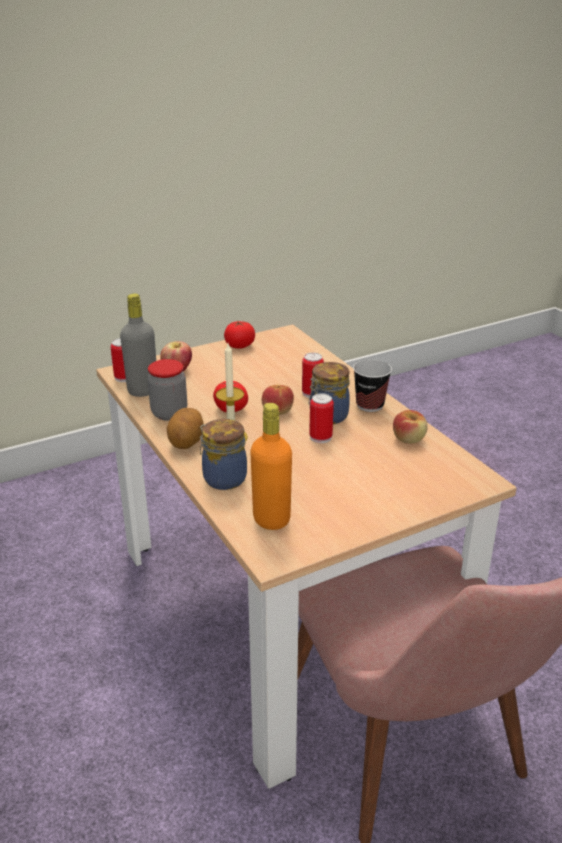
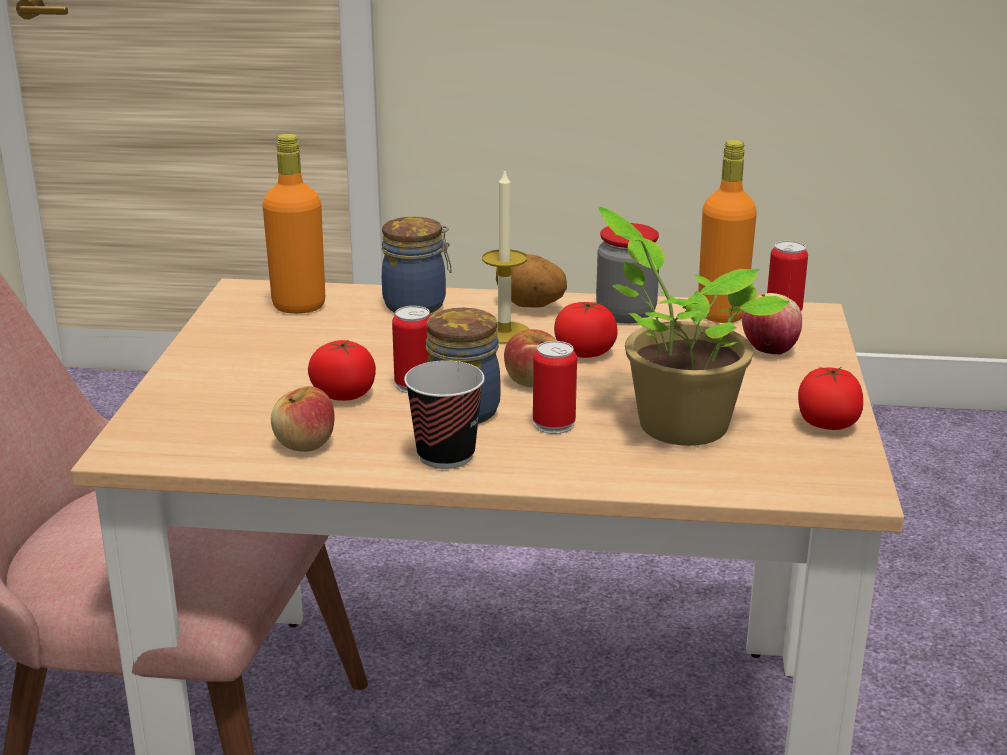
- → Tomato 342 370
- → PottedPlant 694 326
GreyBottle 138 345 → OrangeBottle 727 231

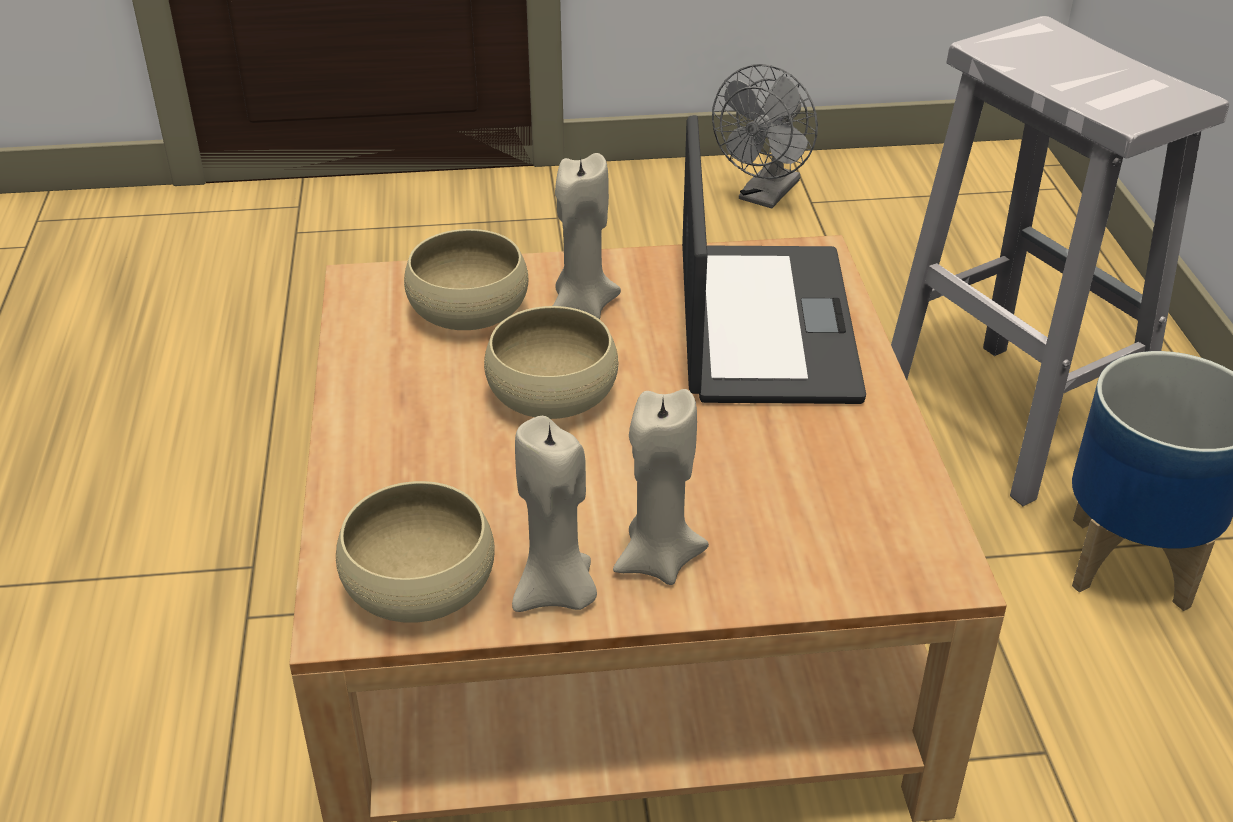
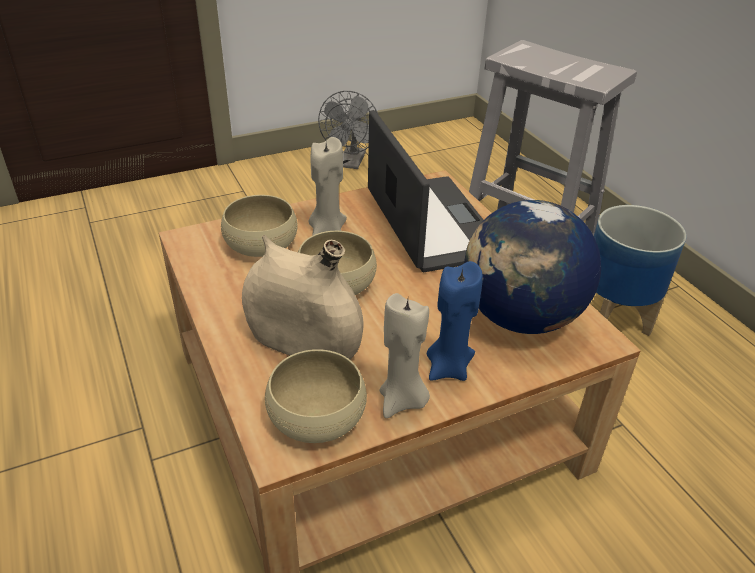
- → BeigeVase 303 297
BeigeCandle 661 487 → BlueCandle 455 321
- → Globe 532 267

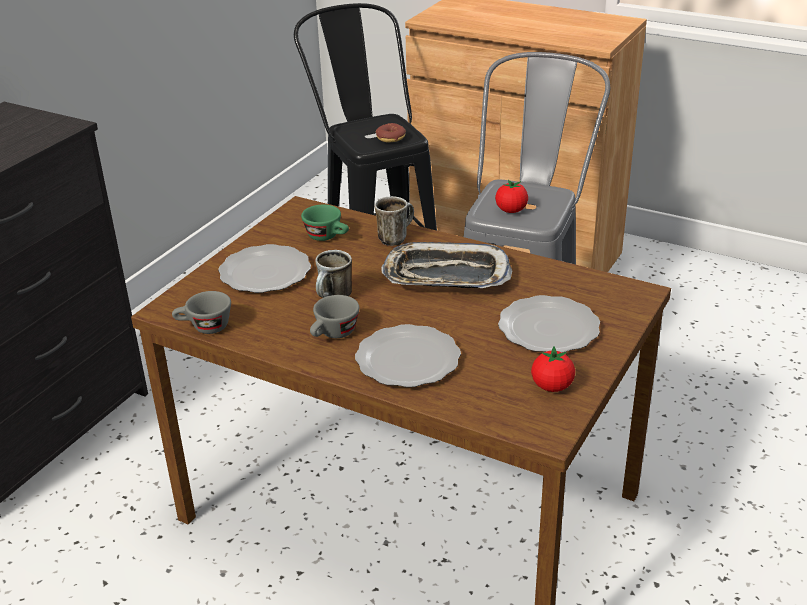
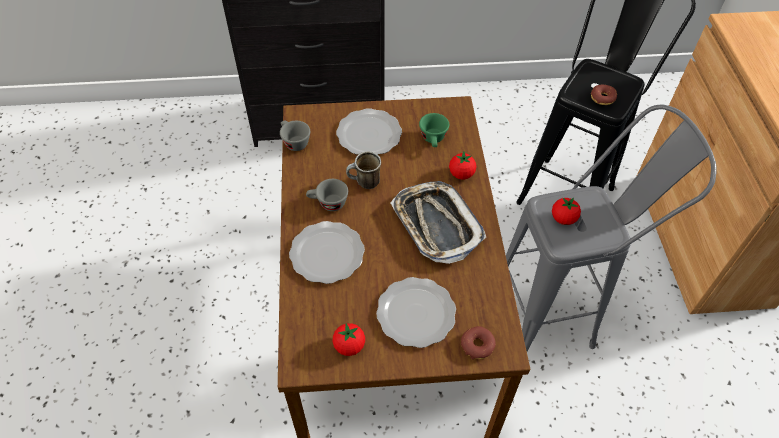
Mug 394 221 → Tomato 462 166
- → Donut 478 343

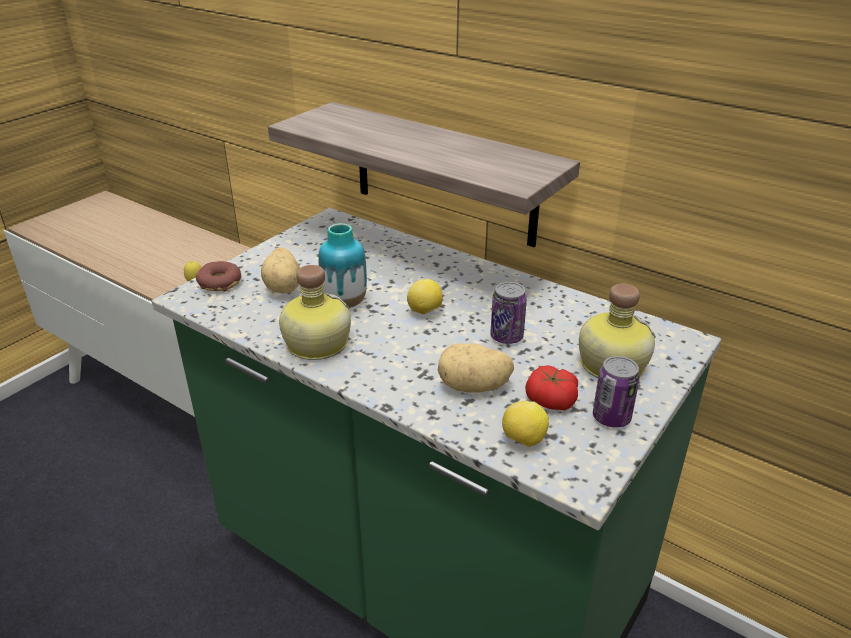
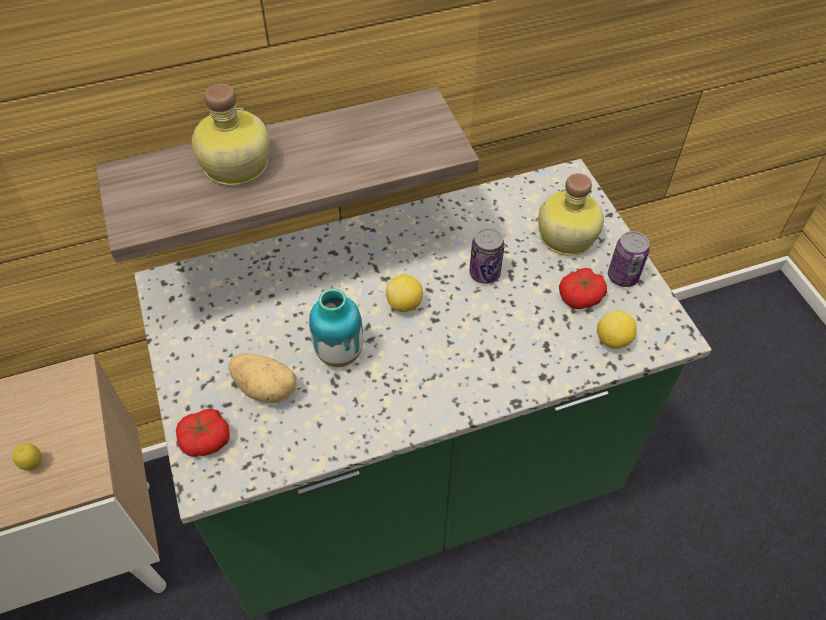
Donut 218 276 → Tomato 203 433
Bottle 315 312 → Bottle 231 134, move
Potato 476 368 → -

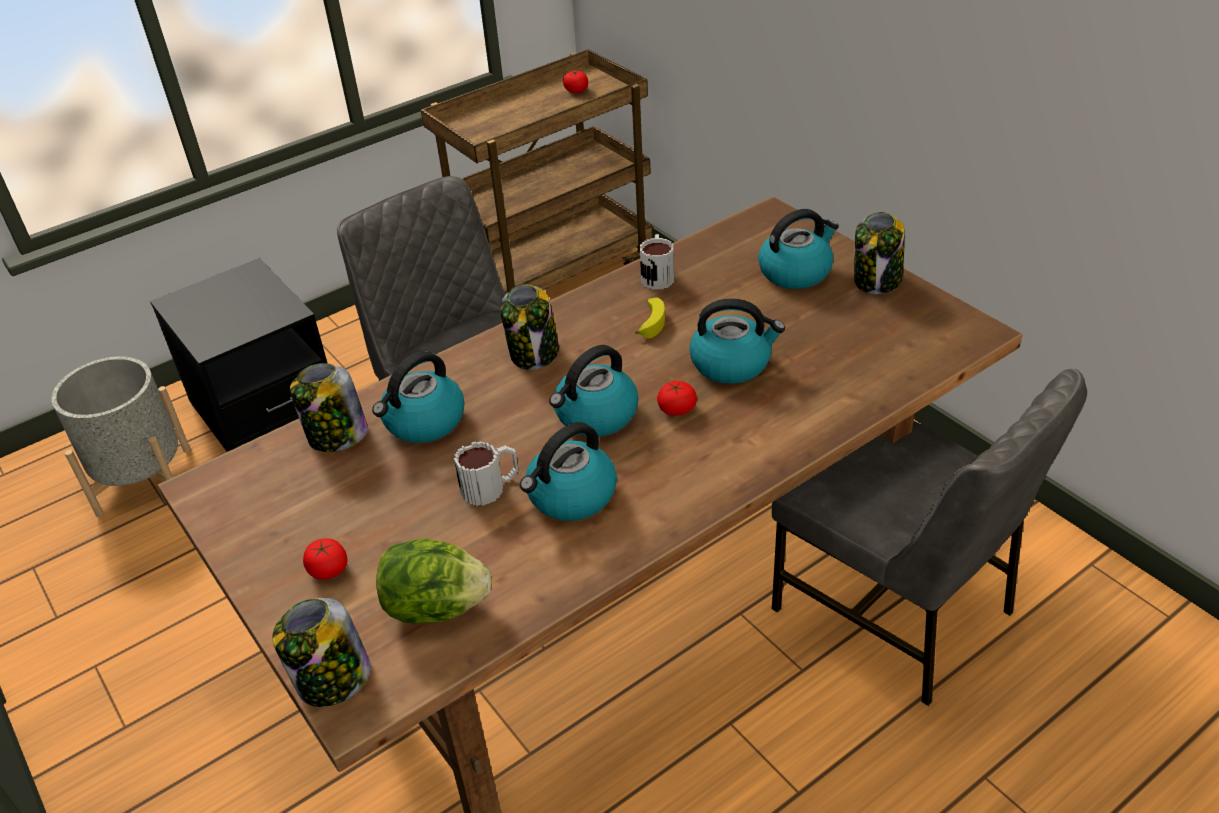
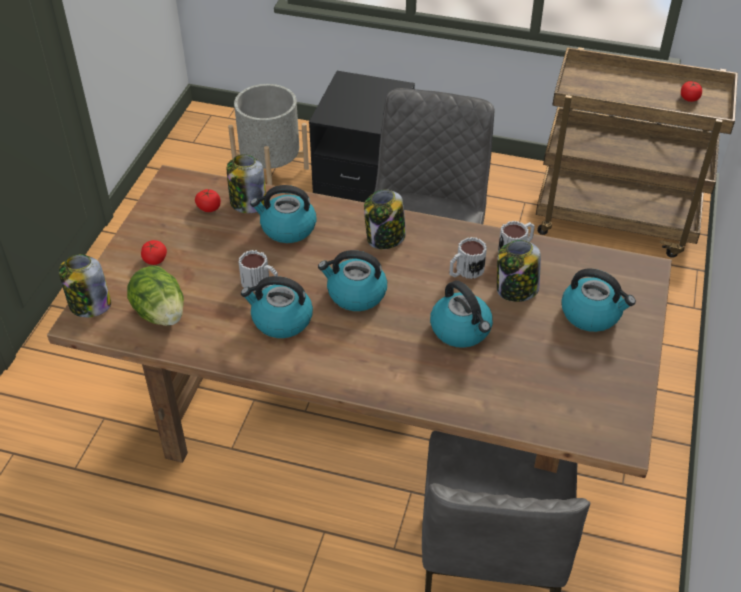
Tomato 677 398 → Tomato 208 200, move
Banana 650 318 → Mug 468 258
Jar 879 253 → Jar 519 271, move

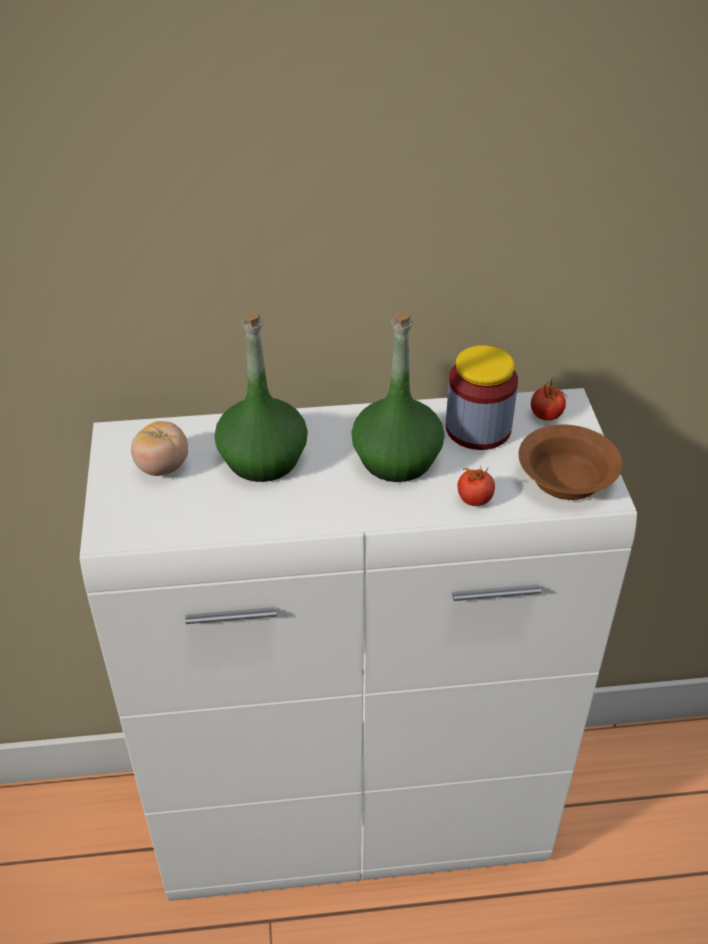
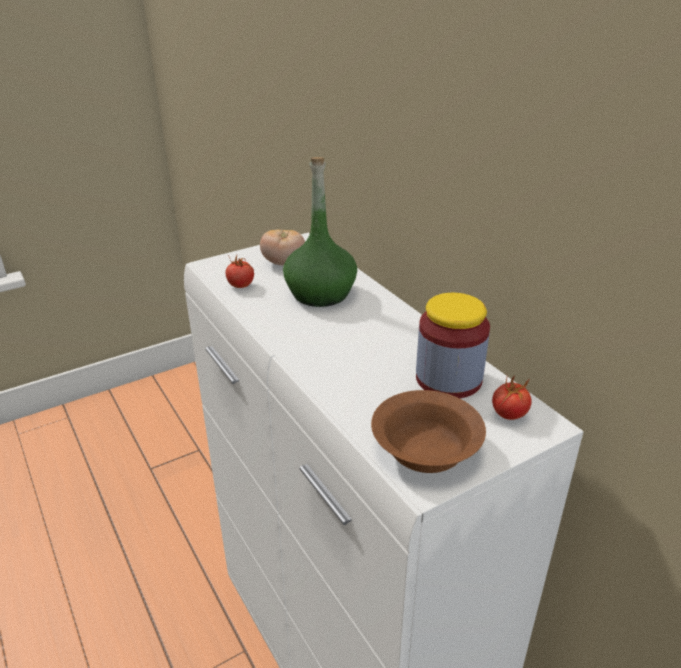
Tomato 476 486 → Tomato 240 271, move
GreenBottle 398 397 → -

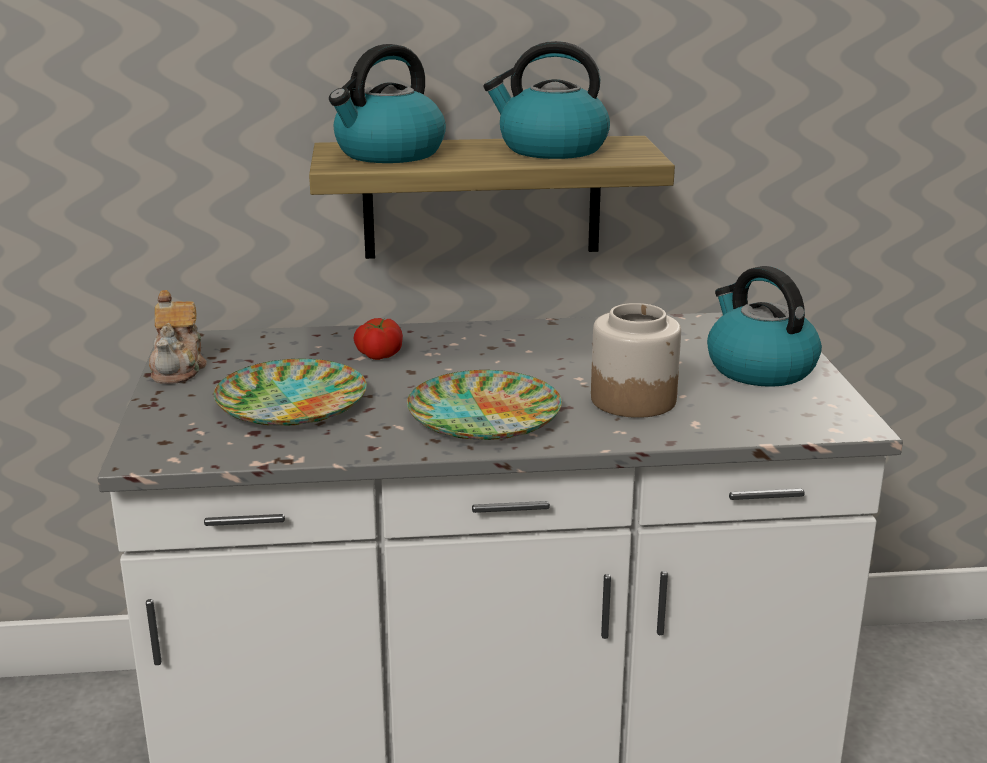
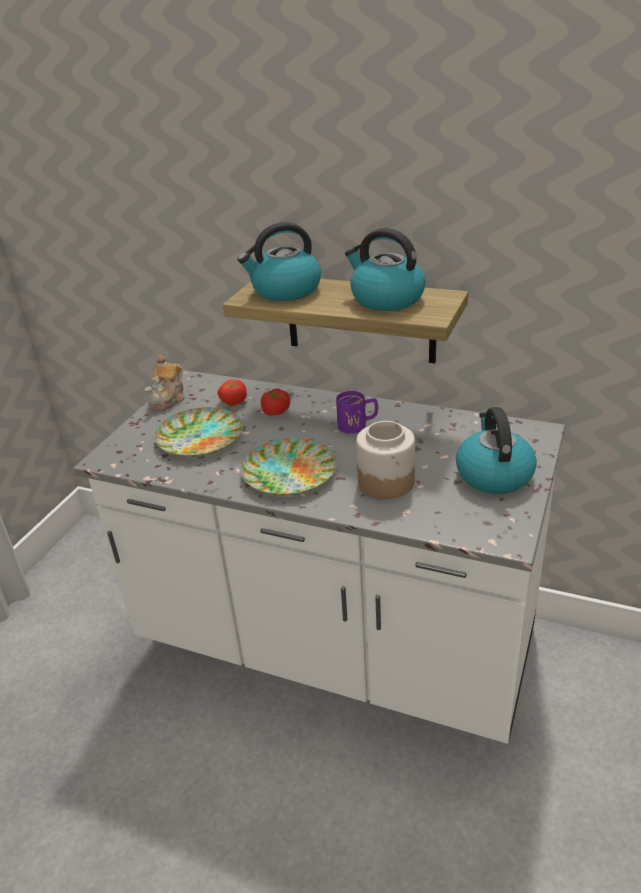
- → Tomato 232 392
- → PurpleMug 357 412

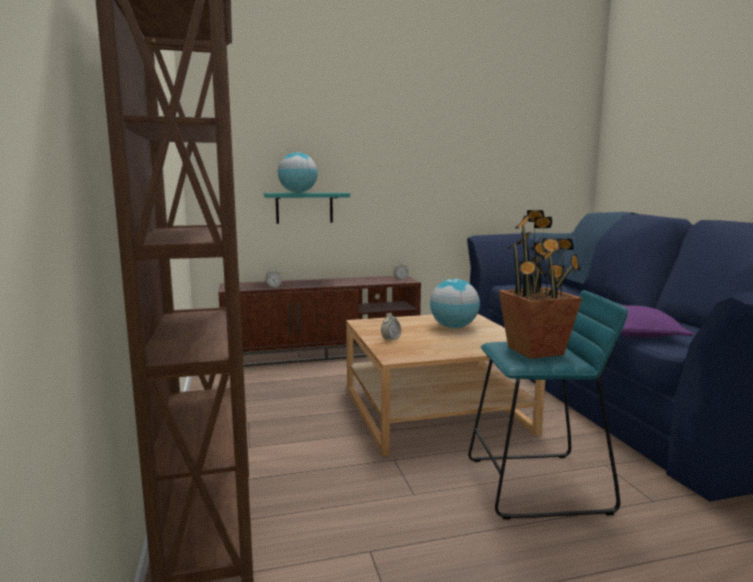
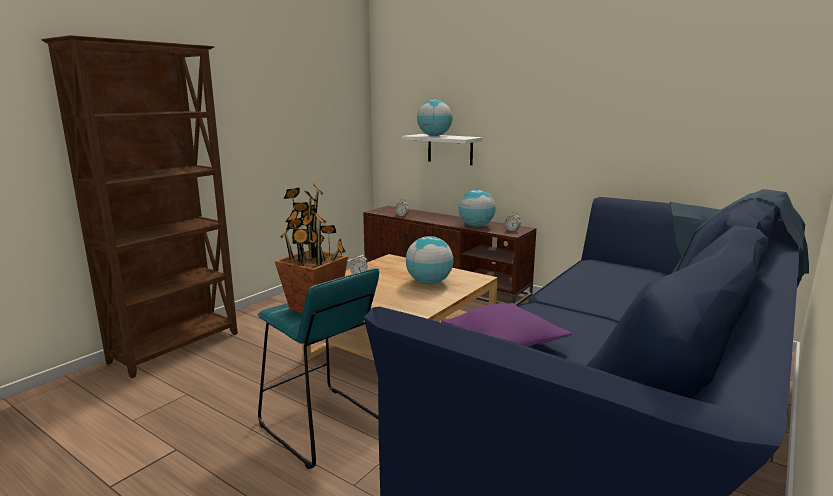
TurquoiseShelf 307 208 → WhiteShelf 442 149
- → Globe 477 208

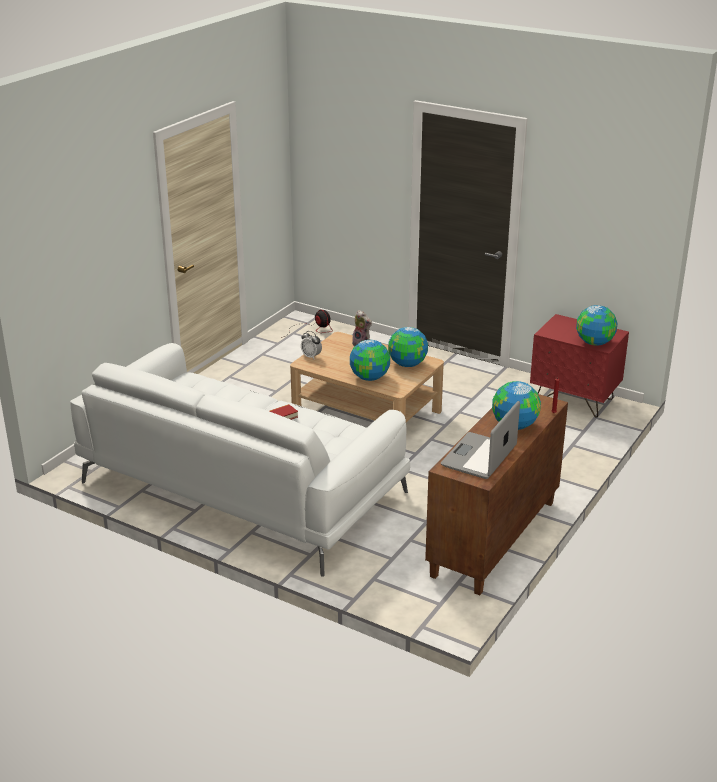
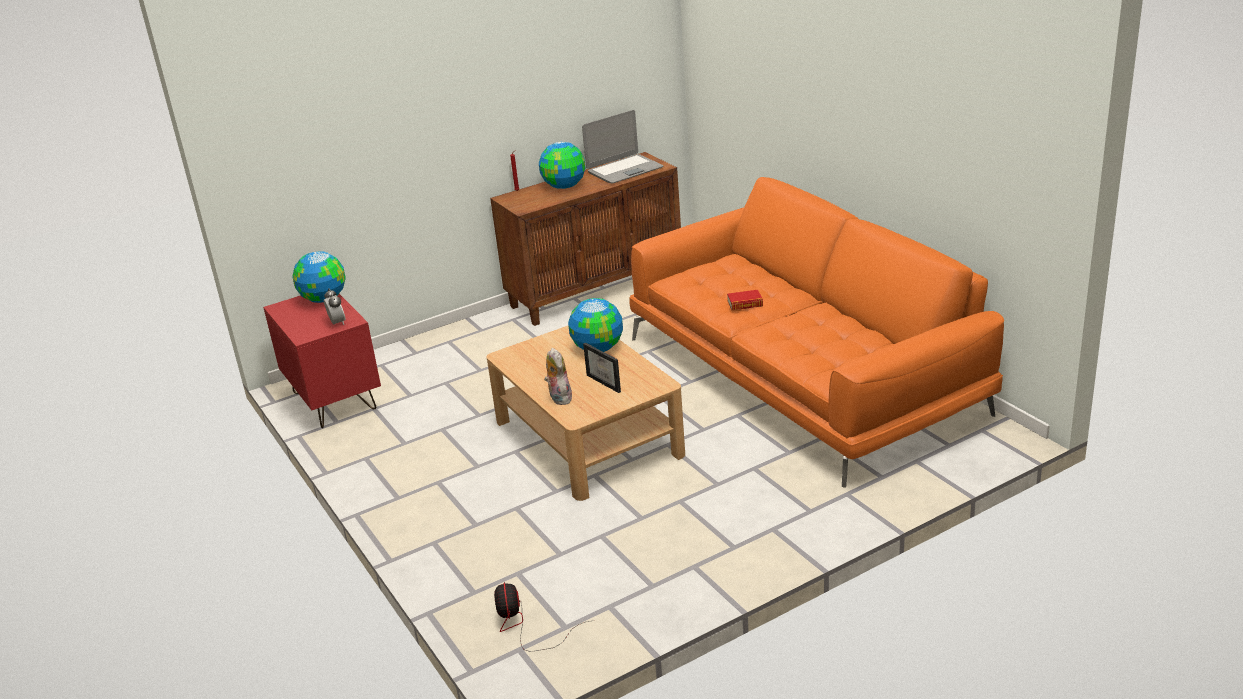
AlarmClock 311 345 → AlarmClock 334 306, move
- → PictureFrame 602 368
WhiteSofa 240 459 → OrangeSofa 816 332
Globe 408 347 → -

